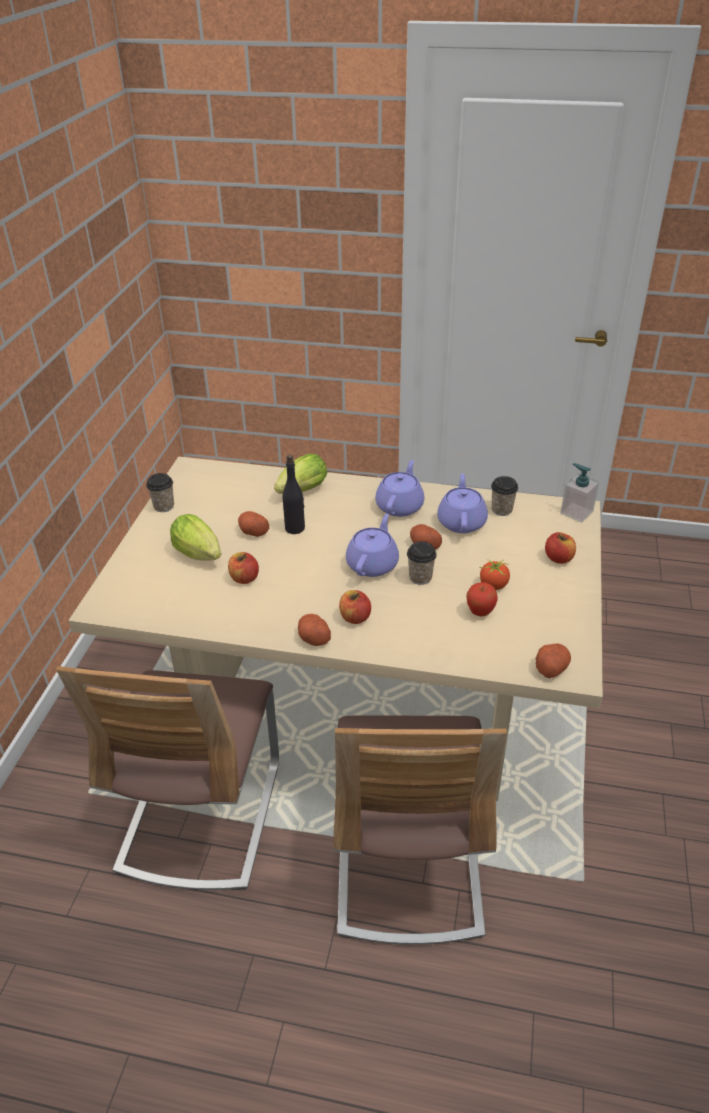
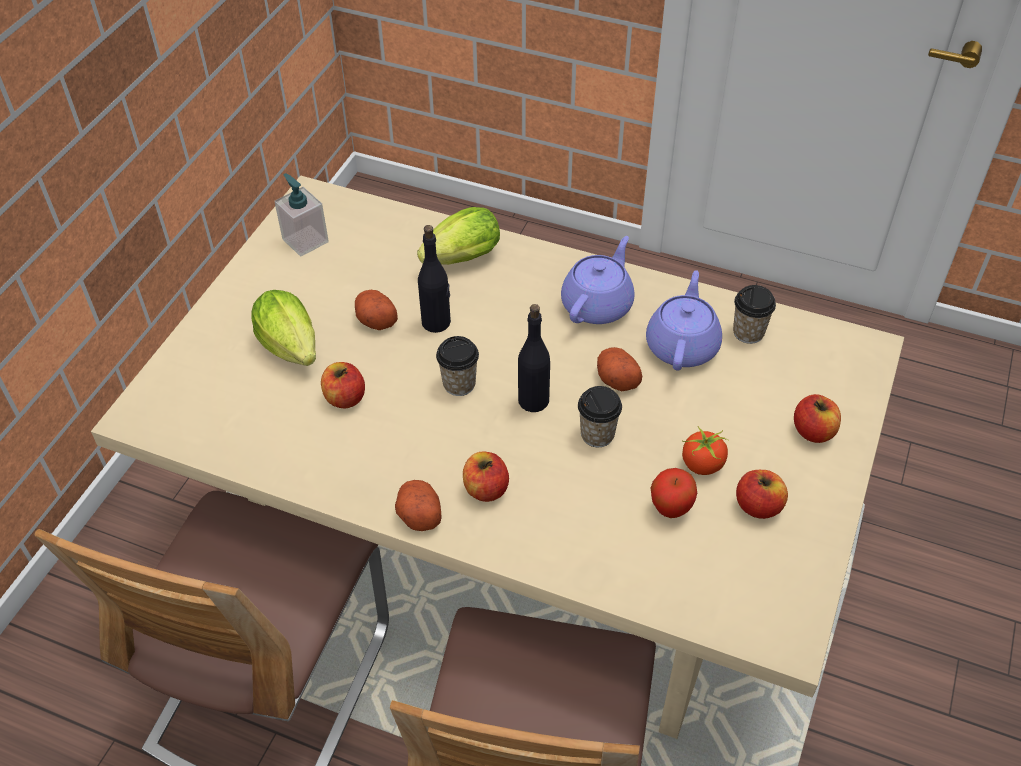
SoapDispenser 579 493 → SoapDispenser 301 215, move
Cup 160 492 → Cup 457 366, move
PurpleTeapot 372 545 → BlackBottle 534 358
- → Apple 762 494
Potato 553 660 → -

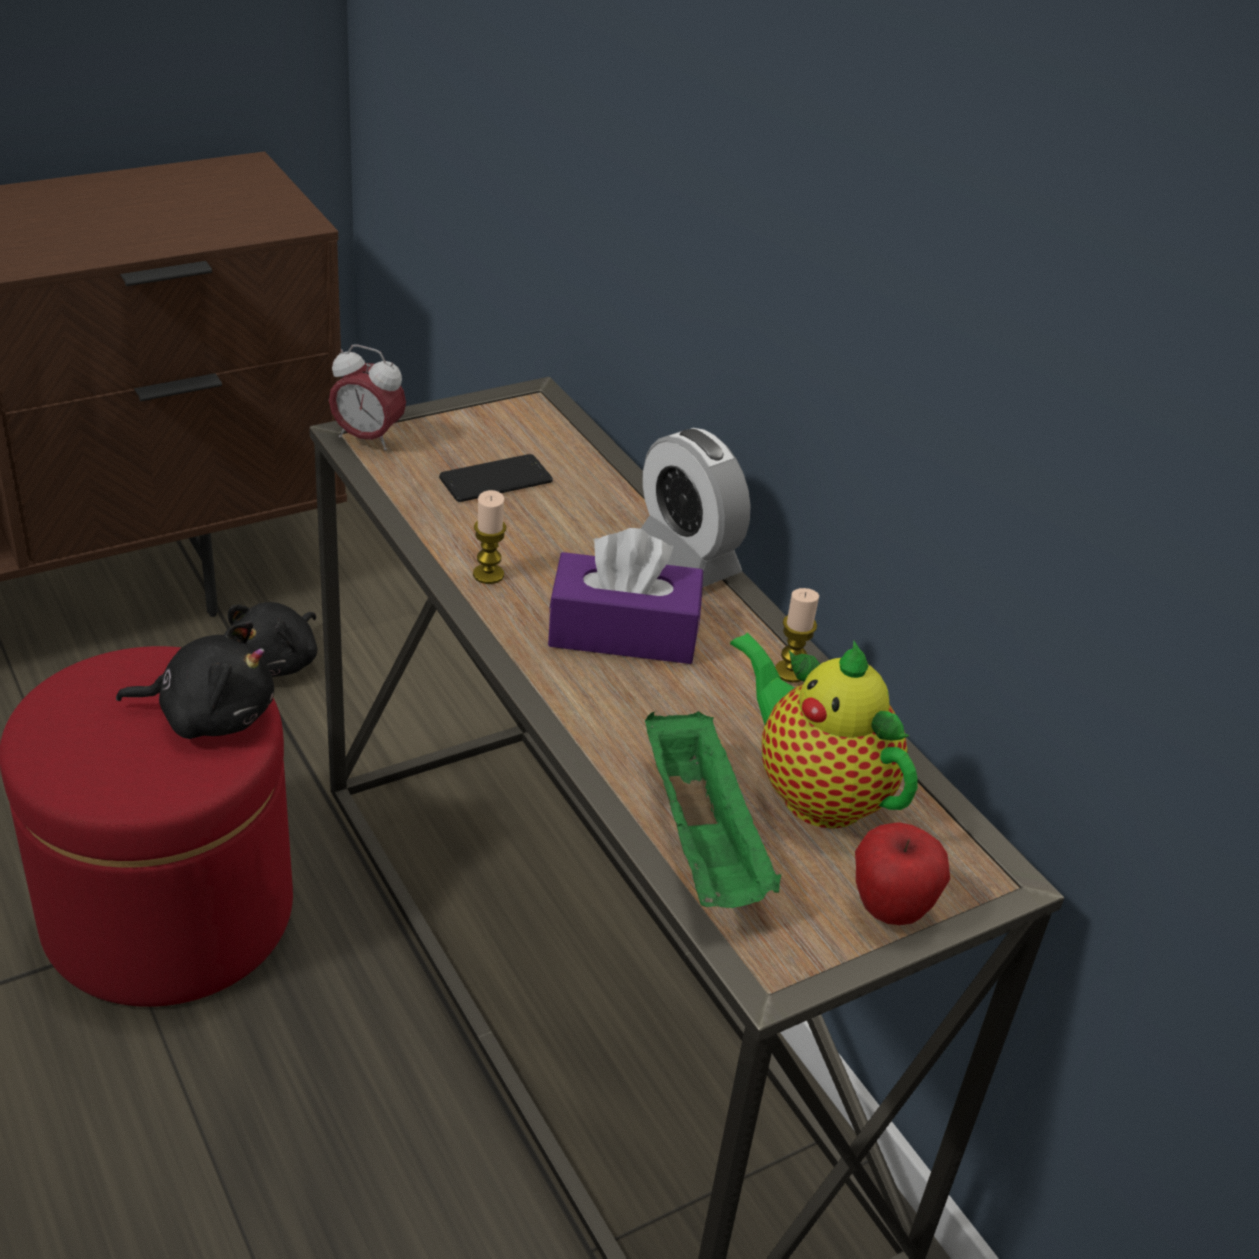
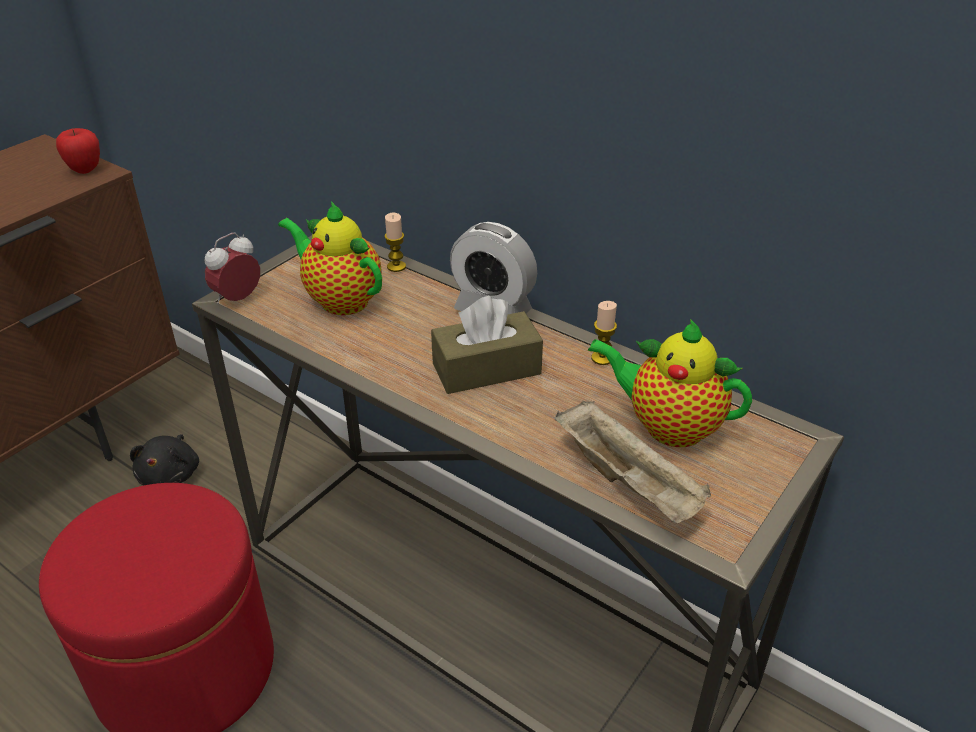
Apple 902 873 → Apple 78 151, move
AlarmClock 367 397 → AlarmClock 232 268, 135 degrees clockwise
Phone 496 478 → Teapot 330 258
Candle 489 537 → Candle 395 242, move
PurpleTissueBox 625 596 → BrownTissueBox 487 345
GreenTray 713 809 → BeigeTray 632 462
BlackPlushToy 195 680 → -

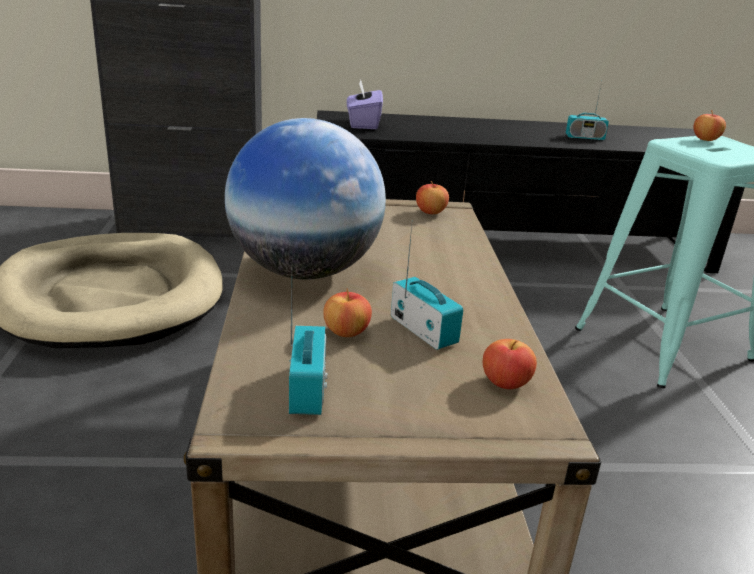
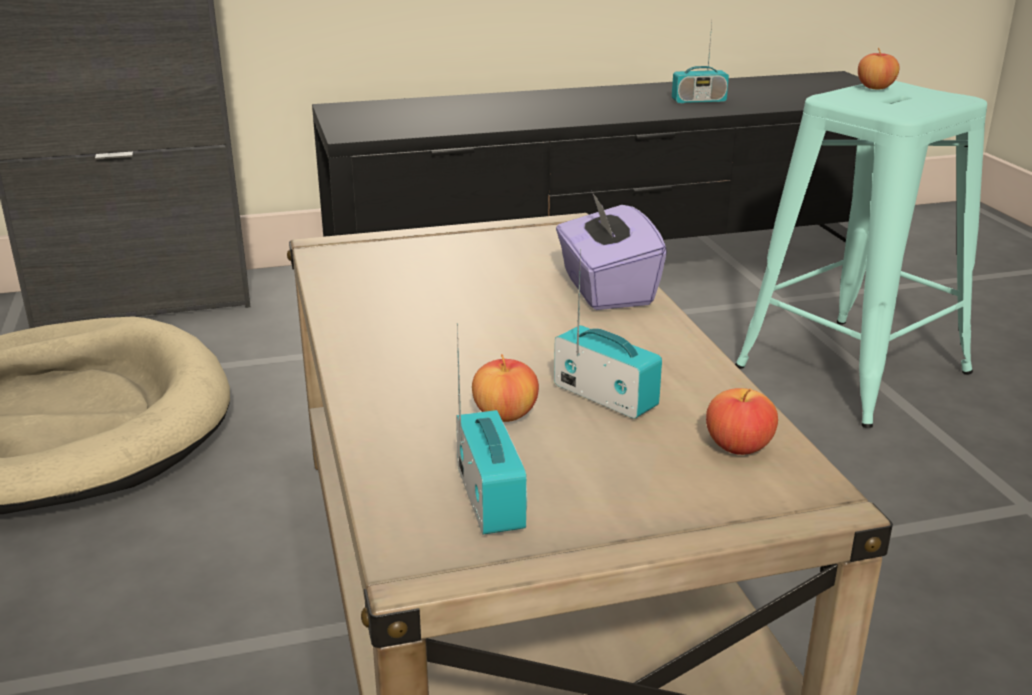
PurpleTissueBox 365 104 → PurpleTissueBox 611 250, move
Globe 305 199 → -
Apple 432 197 → -

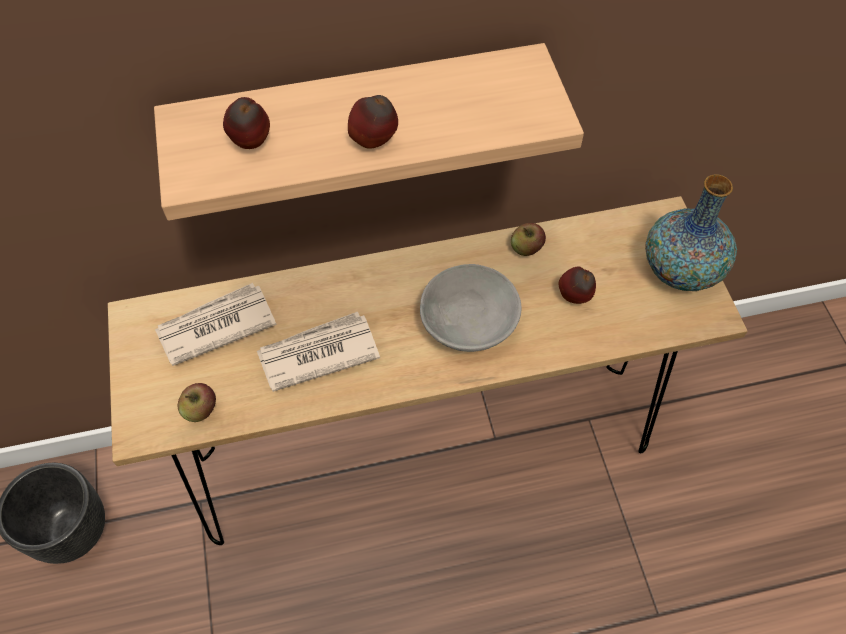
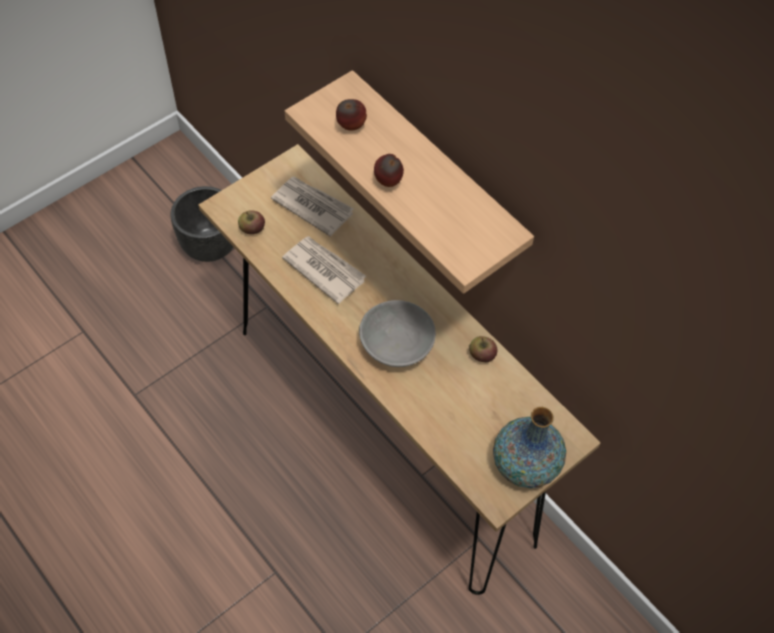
Apple 577 285 → -

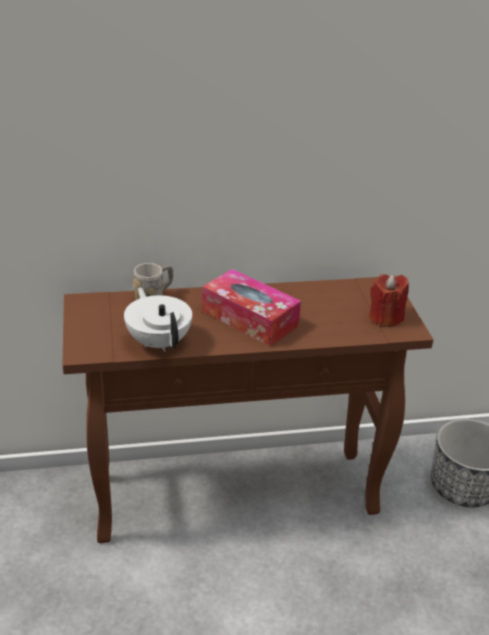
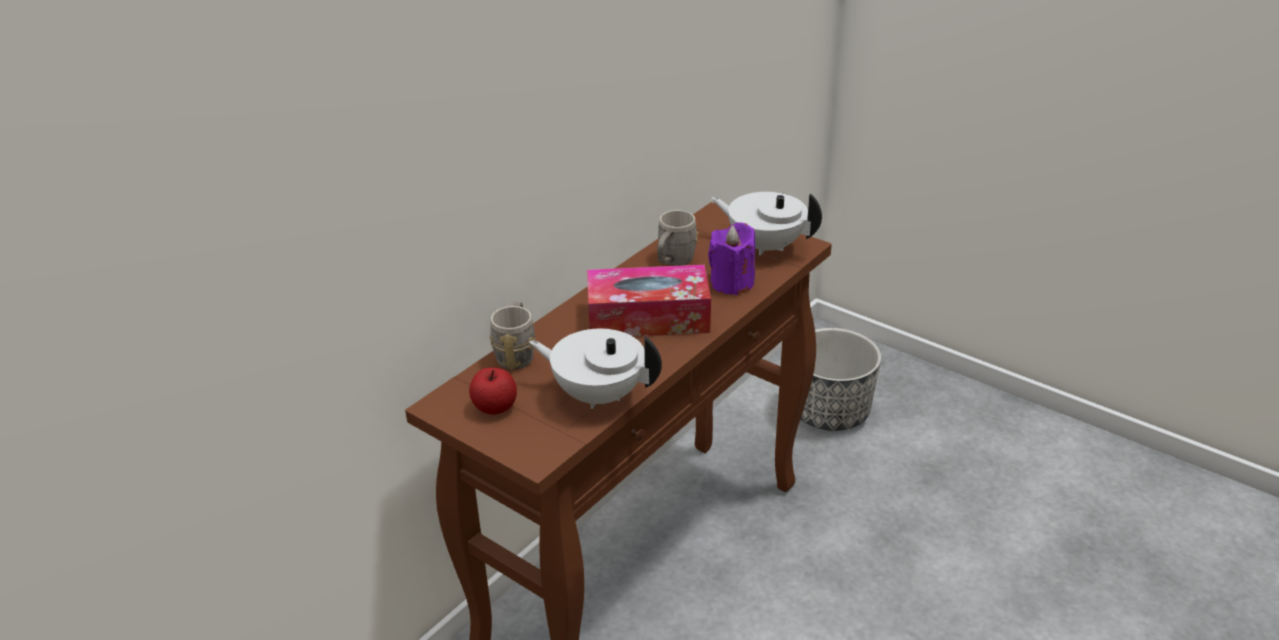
- → Apple 493 391
- → GreyMug 677 238
- → PurpleCandle 731 258
RedCandle 389 300 → WhiteTeapot 766 224

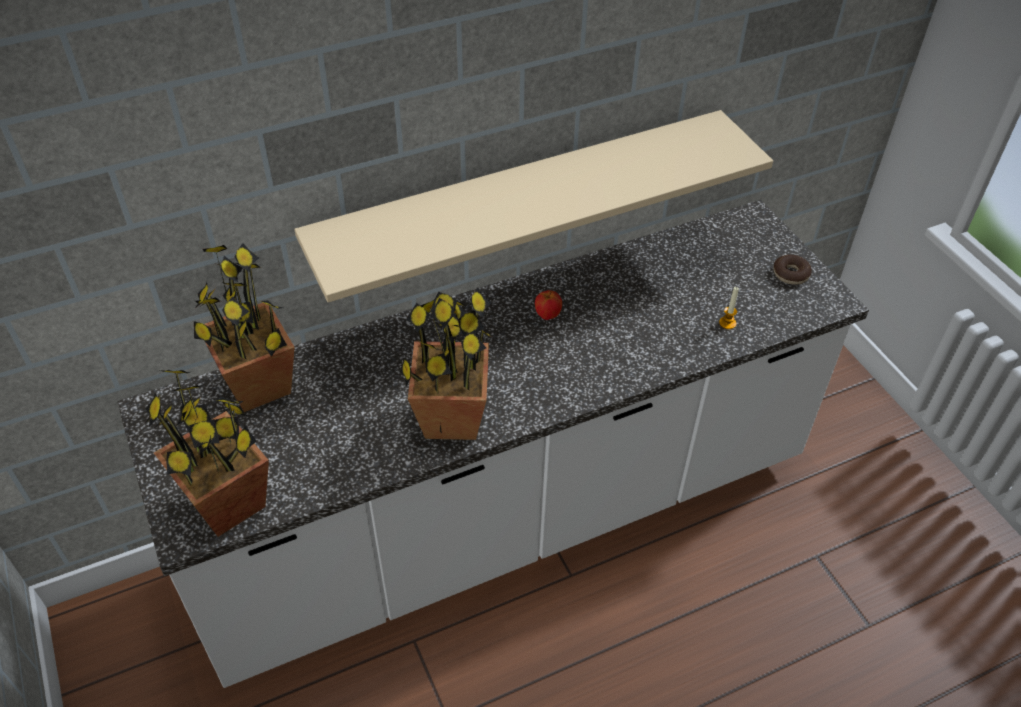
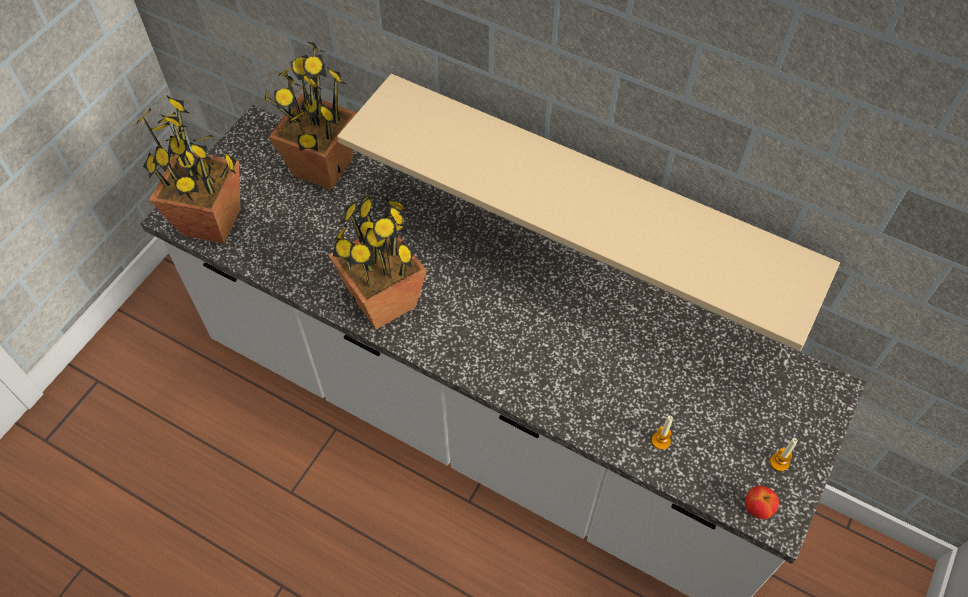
Apple 548 305 → Apple 762 502, move
Donut 792 270 → Candle 784 454

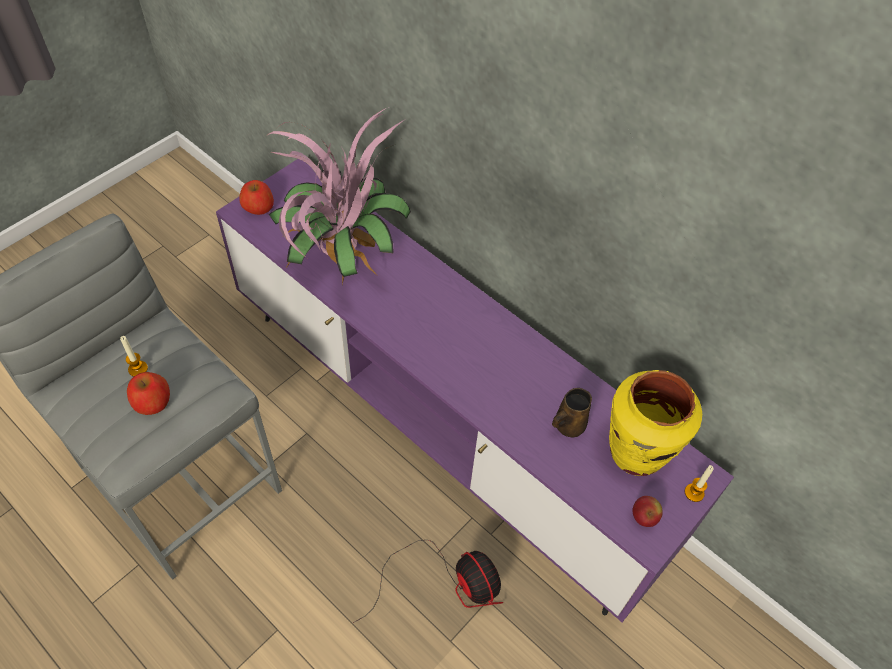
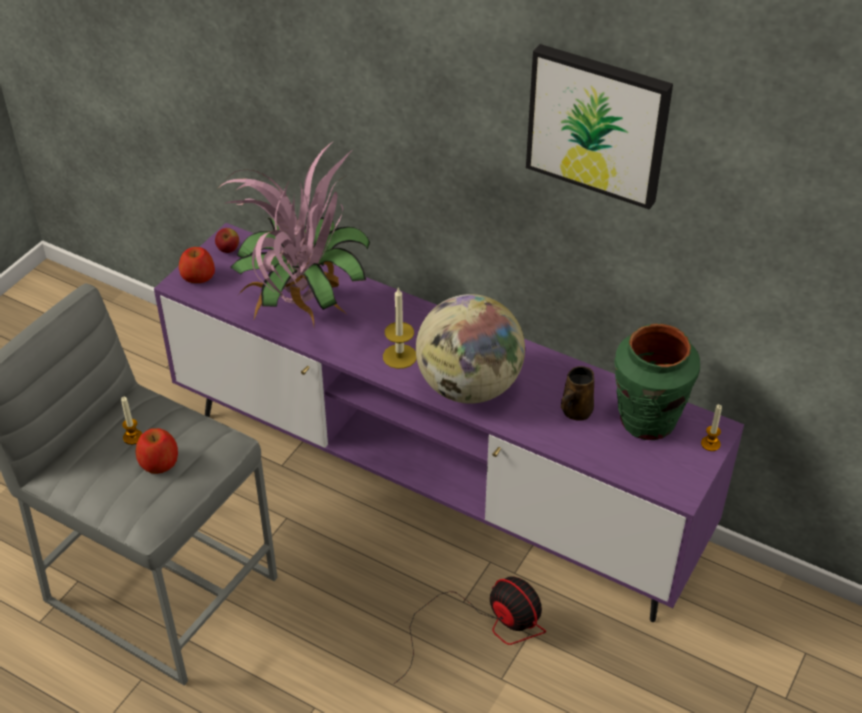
Apple 648 511 → Apple 227 240, move
- → Candle 400 328
- → Globe 470 349
- → Picture 599 127
YellowVase 655 423 → GreenVase 657 382

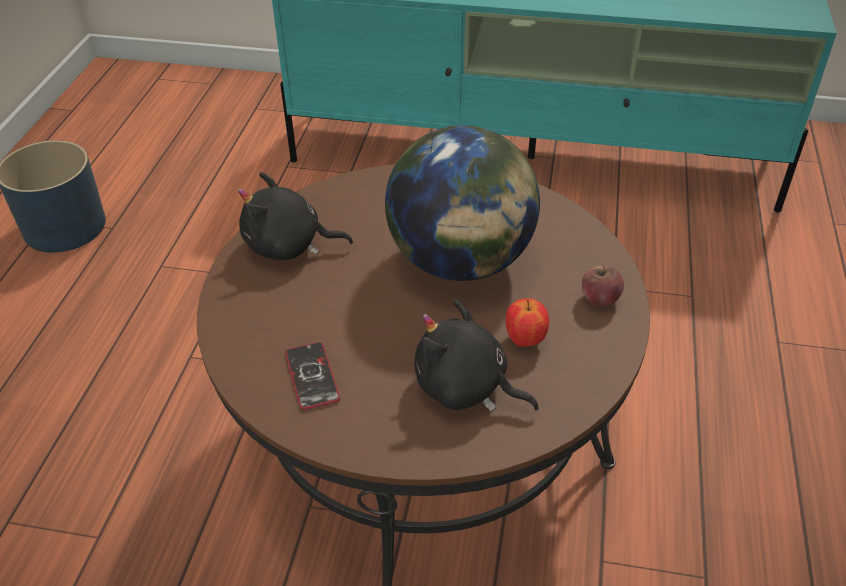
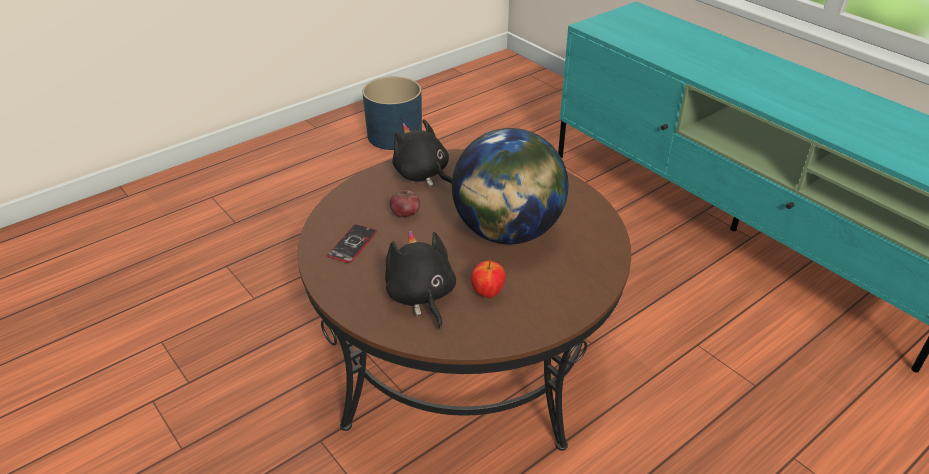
Apple 603 286 → Apple 405 203, move

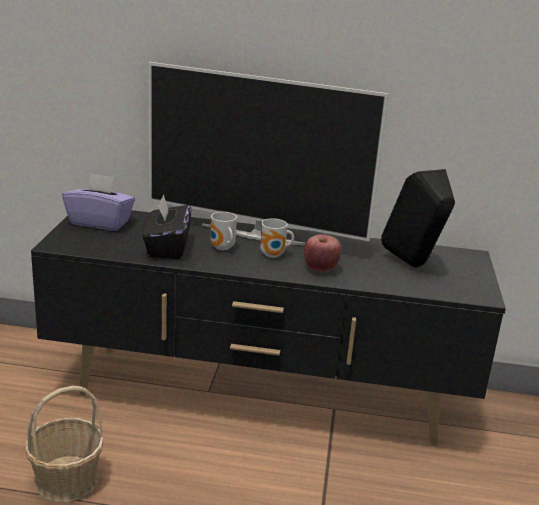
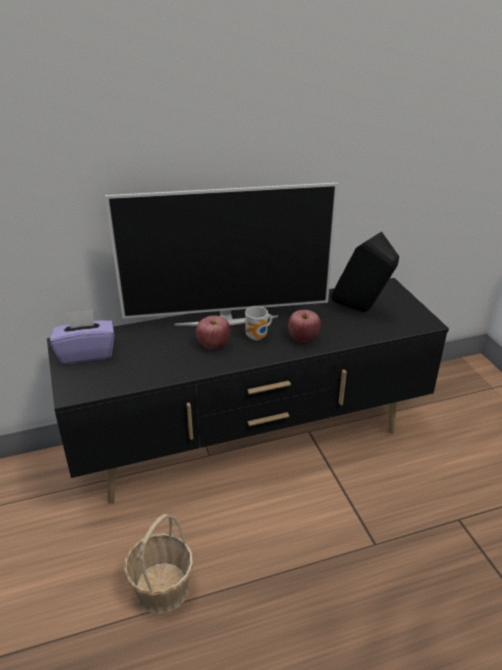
Mug 224 231 → Apple 213 332
BlackTissueBox 166 226 → -

